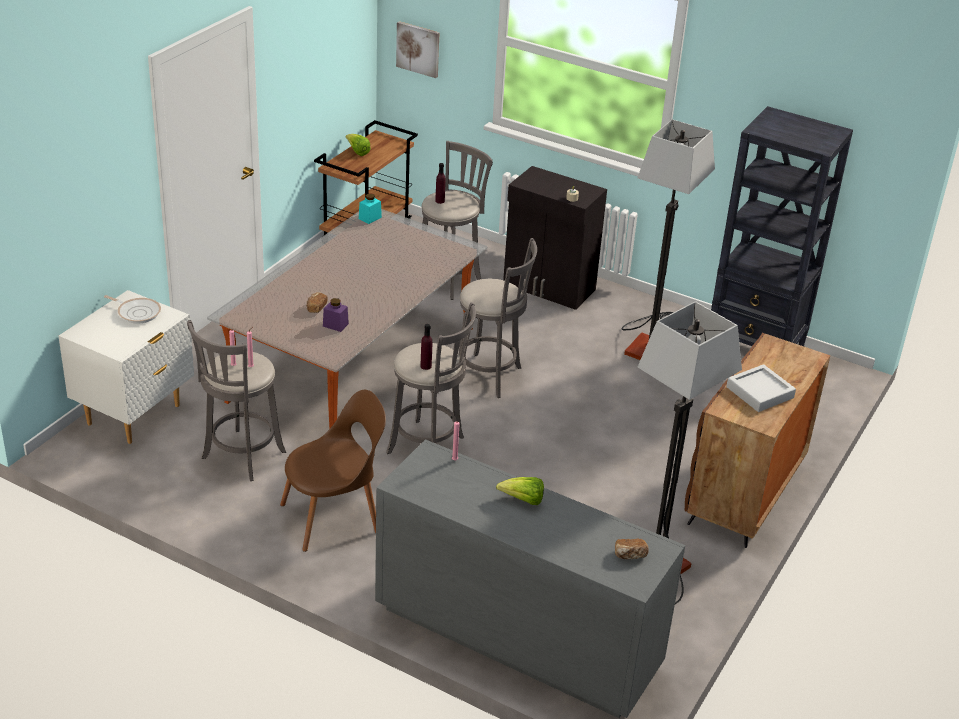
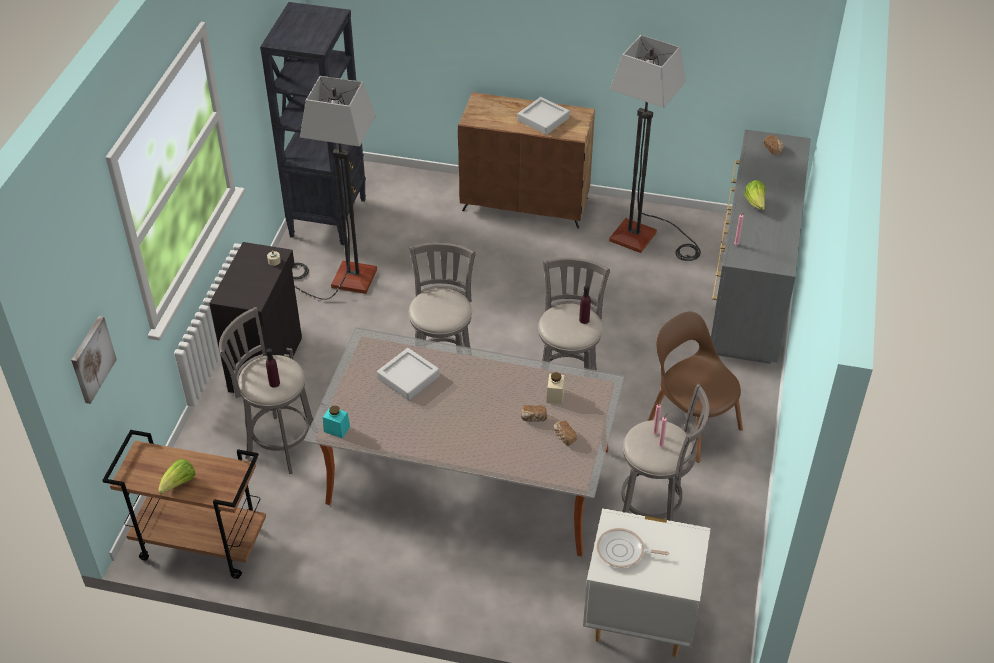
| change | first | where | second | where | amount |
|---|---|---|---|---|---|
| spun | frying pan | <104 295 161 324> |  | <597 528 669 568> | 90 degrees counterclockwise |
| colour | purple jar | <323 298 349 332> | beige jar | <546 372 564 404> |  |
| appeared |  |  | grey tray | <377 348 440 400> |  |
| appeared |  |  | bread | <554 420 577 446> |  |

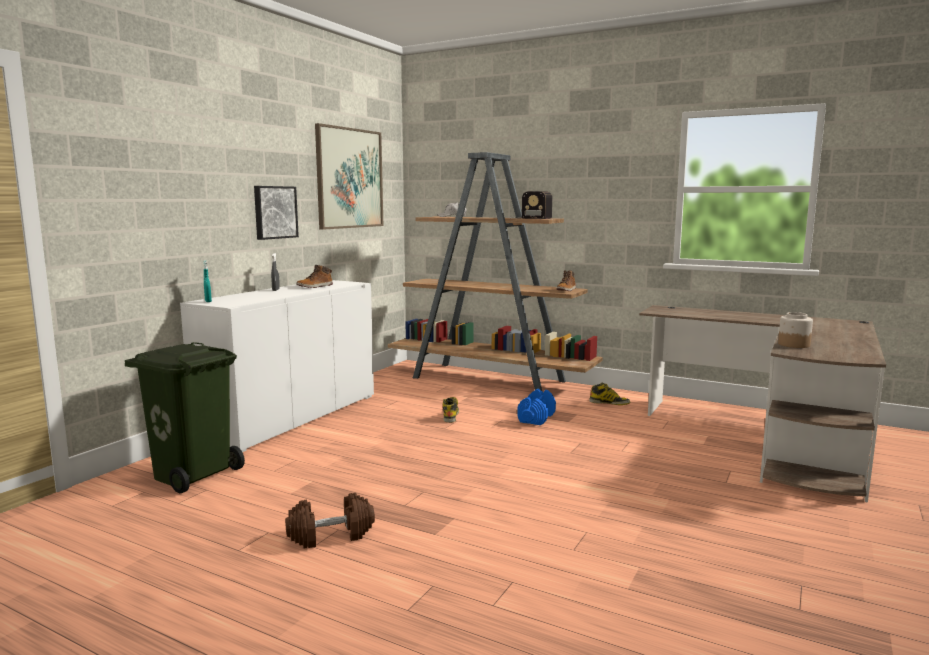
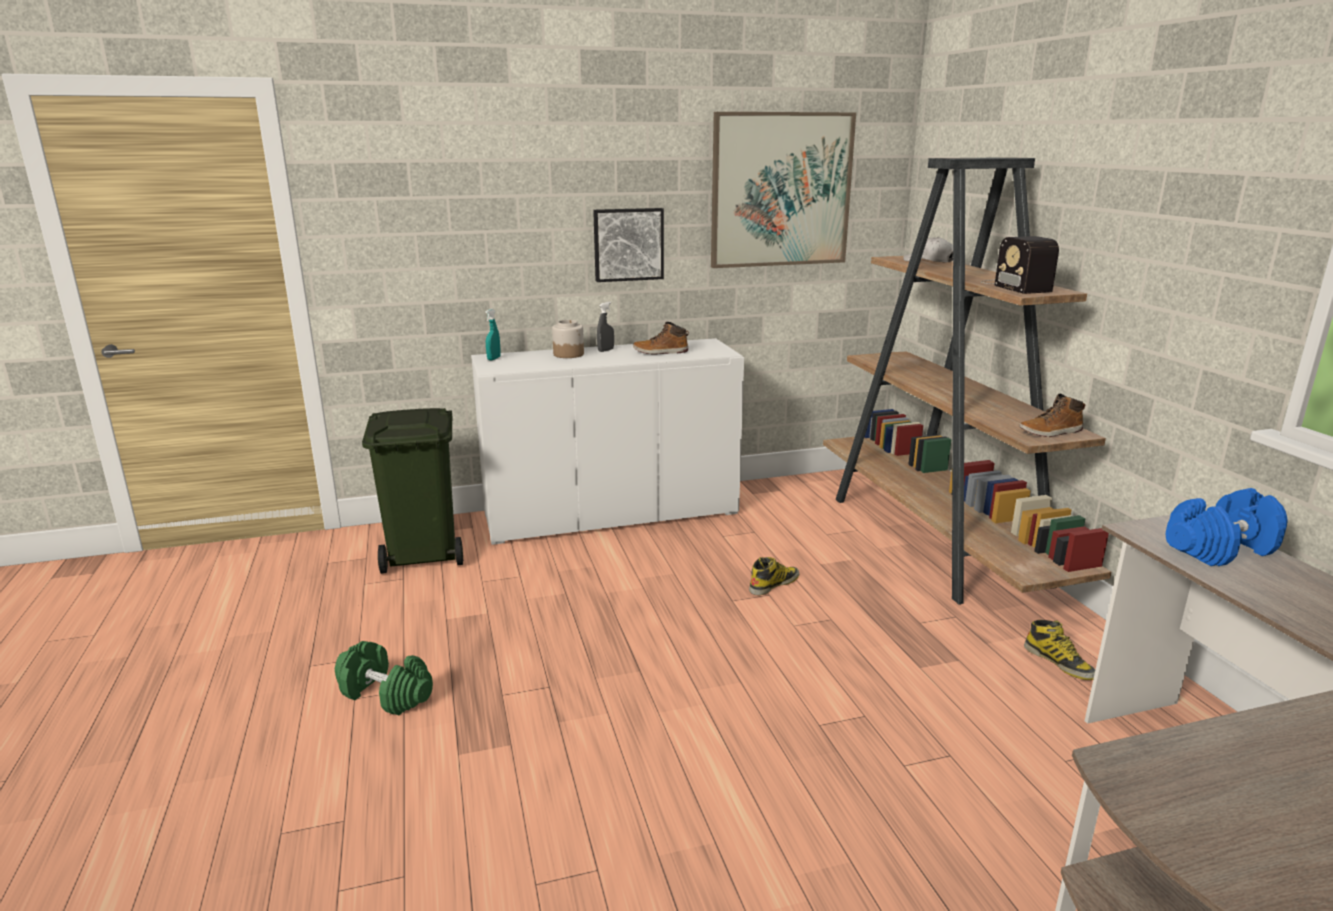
| change | first | where | second | where | amount |
|---|---|---|---|---|---|
| colour | brown dumbbell | <285 493 375 549> | green dumbbell | <335 641 433 715> |  |
| relocated | blue dumbbell | <517 389 556 425> |  | <1166 488 1288 566> |  |
| relocated | jar | <778 312 813 348> |  | <552 320 584 358> |  |

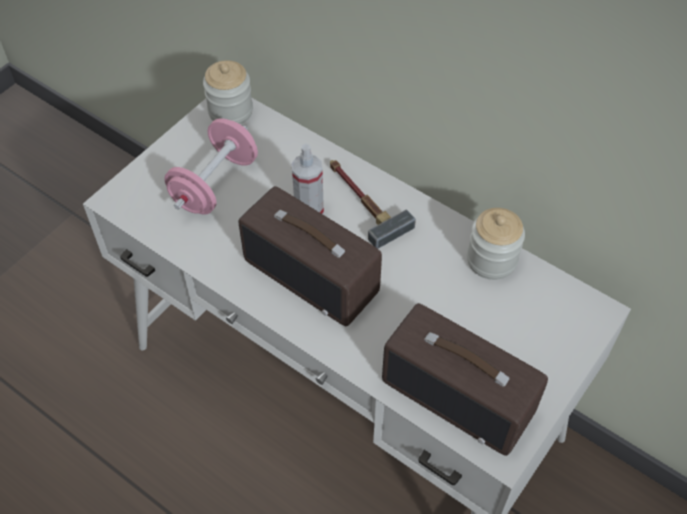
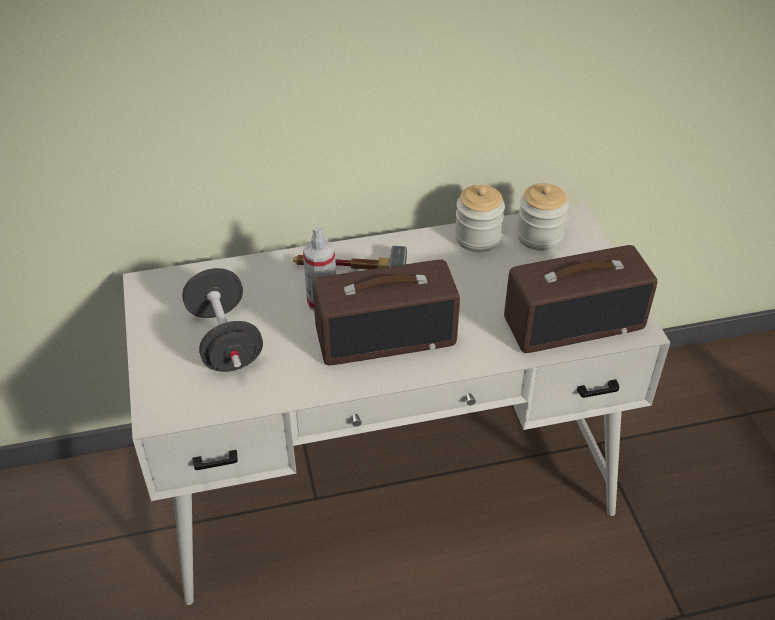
| change | first | where | second | where | amount |
|---|---|---|---|---|---|
| colour | pink dumbbell | <164 118 258 215> | black dumbbell | <182 268 263 372> |  |
| relocated | jar | <203 60 253 124> |  | <517 183 569 251> |  |

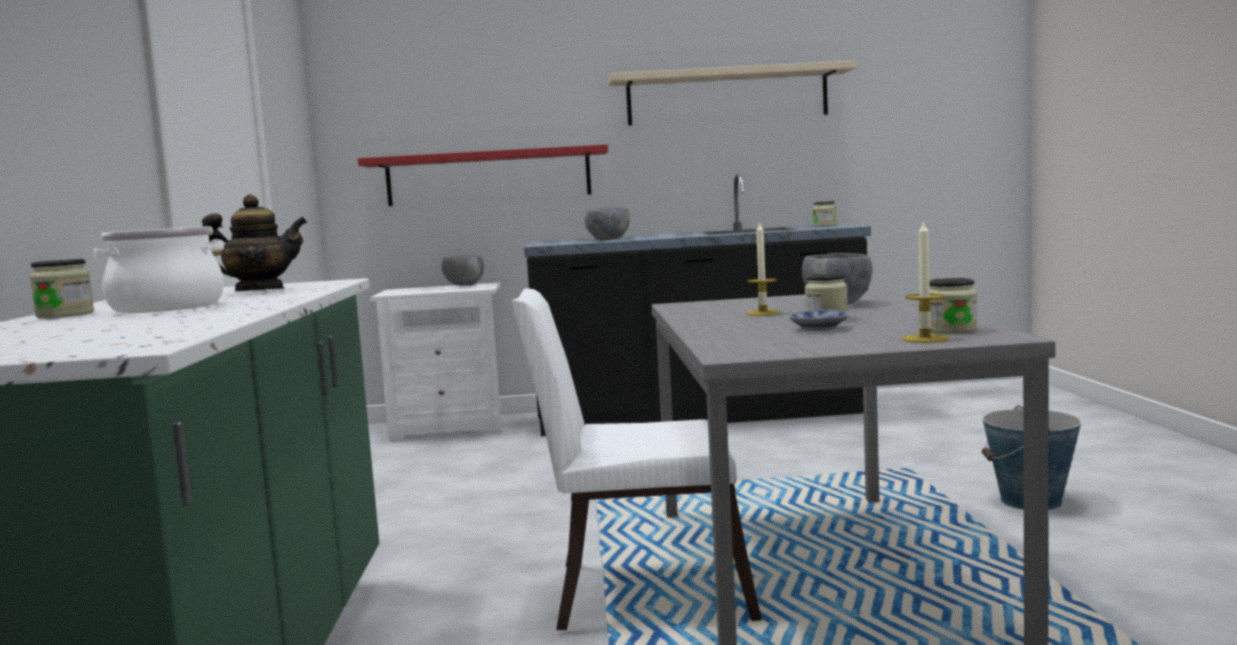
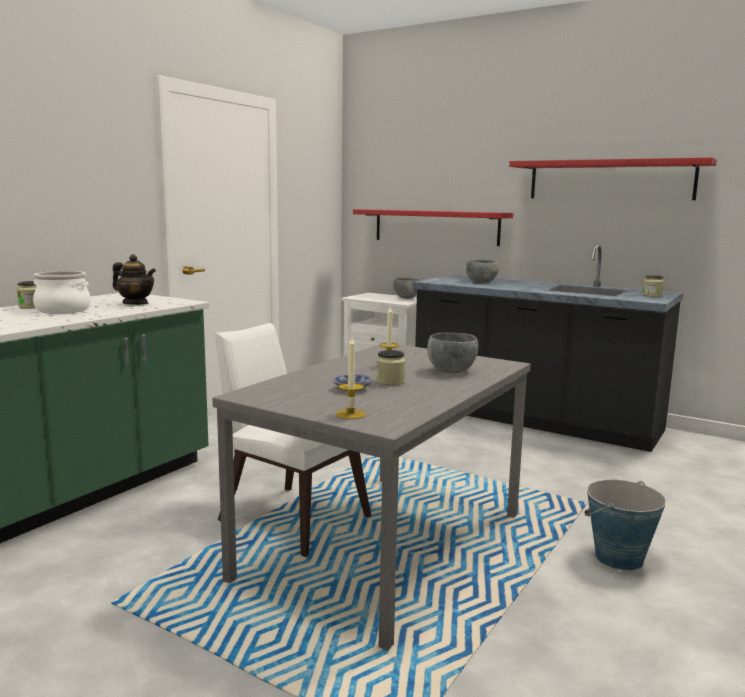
| change | first | where | second | where | amount |
|---|---|---|---|---|---|
| colour | beige shelf | <608 60 856 126> | red shelf | <509 157 717 200> |  |
| missing | jar | <929 278 977 334> |  |  |  |

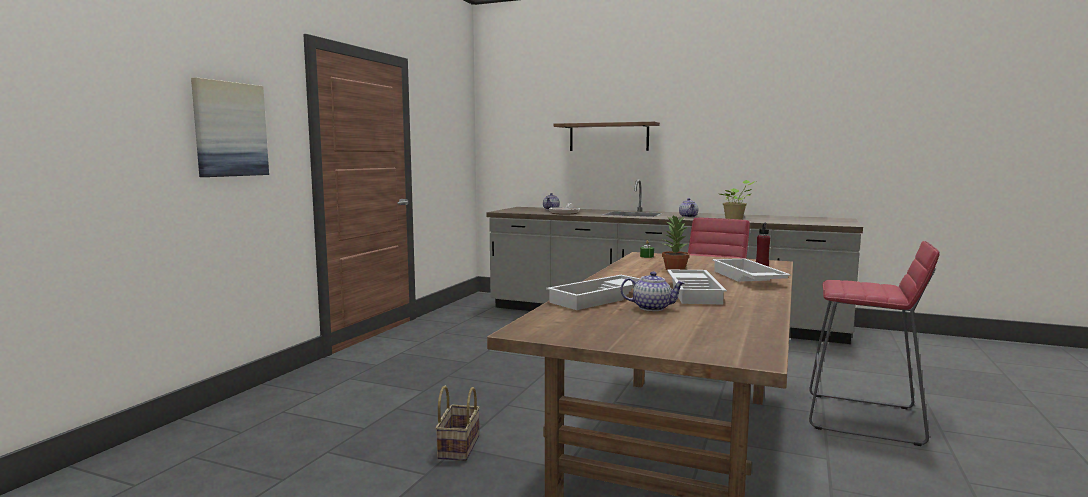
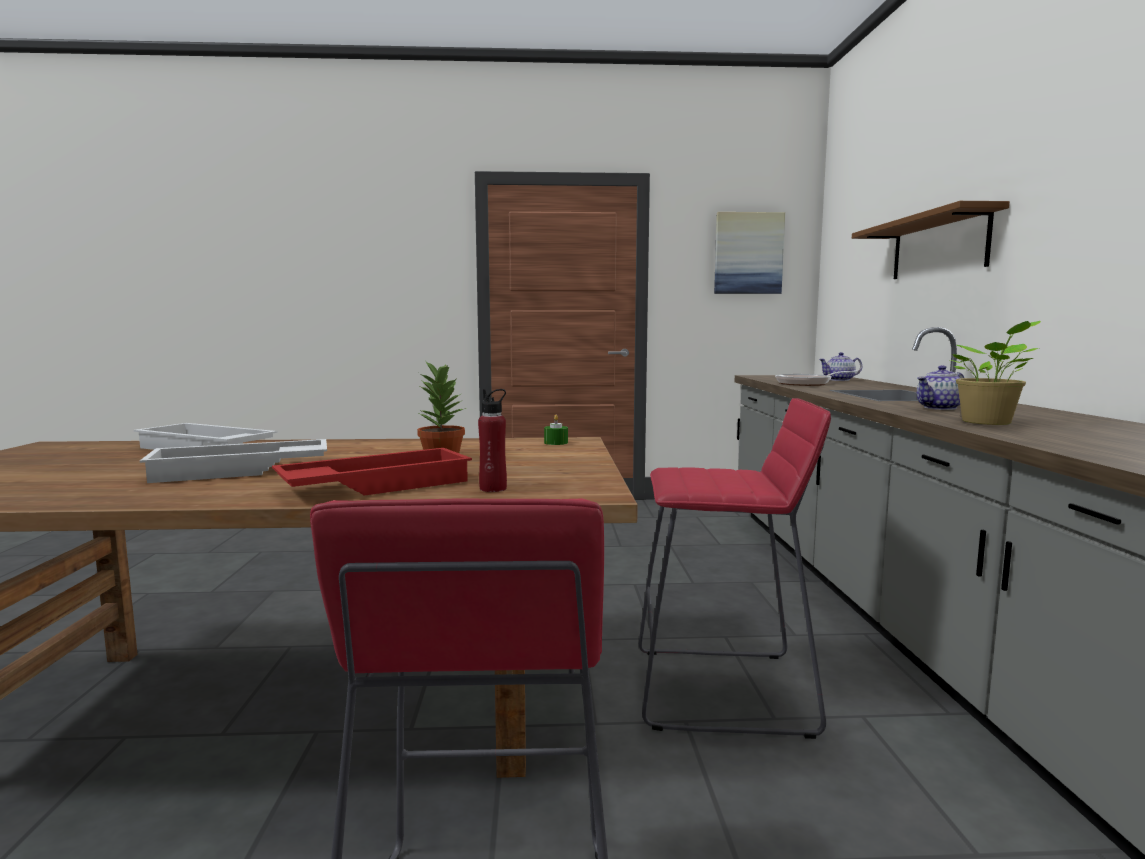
| change | first | where | second | where | amount |
|---|---|---|---|---|---|
| relocated | picture | <191 77 269 177> |  | <714 212 785 294> |  |
| missing | basket | <435 386 480 461> |  |  |  |
| missing | teapot | <620 272 685 311> |  |  |  |
| colour | white tray | <712 259 791 282> | red tray | <272 448 472 496> |  |

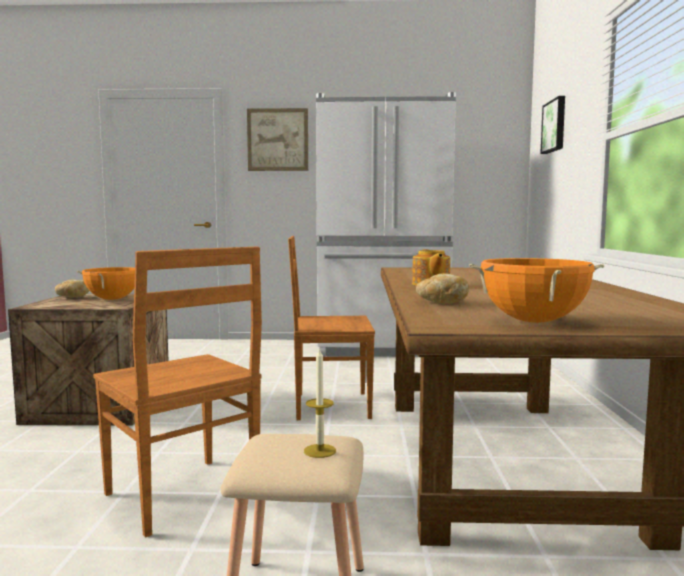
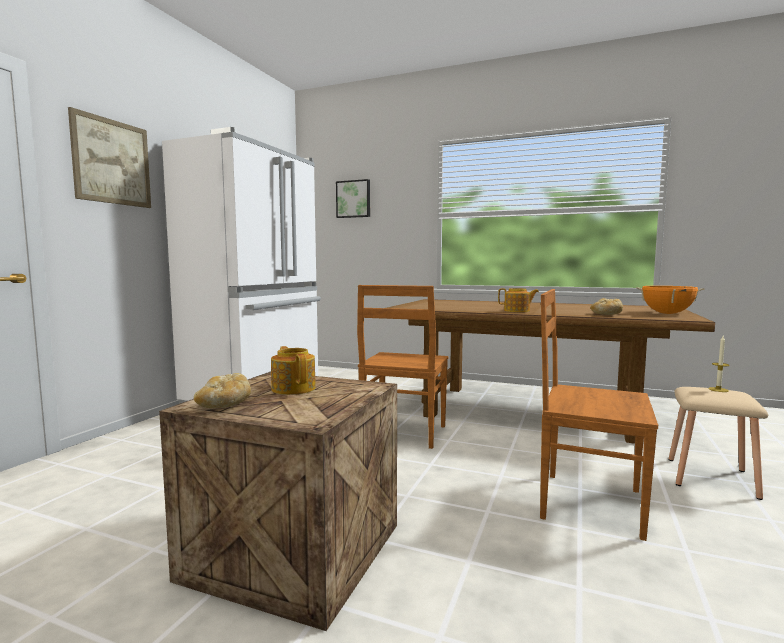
| change | first | where | second | where | amount |
|---|---|---|---|---|---|
| exchanged | orange cooking pot | <77 267 135 300> | teapot | <271 346 316 395> |  |
| spun | brown chair | <93 247 262 537> |  | <540 289 658 541> | 135 degrees counterclockwise |

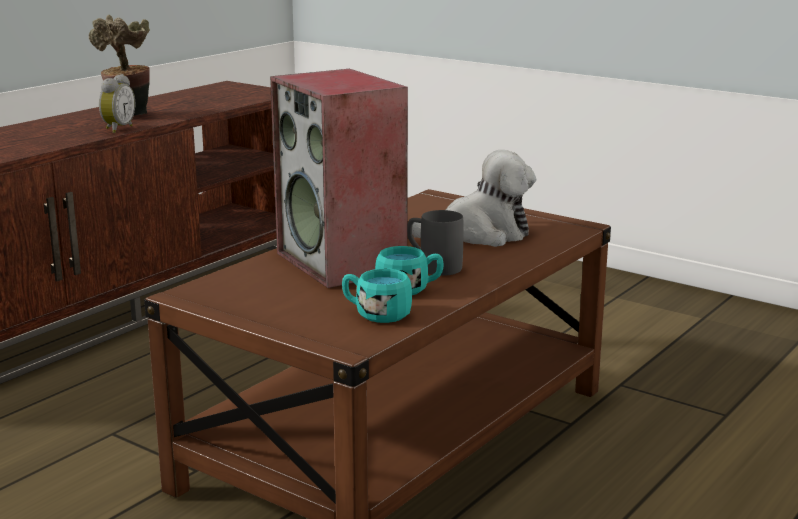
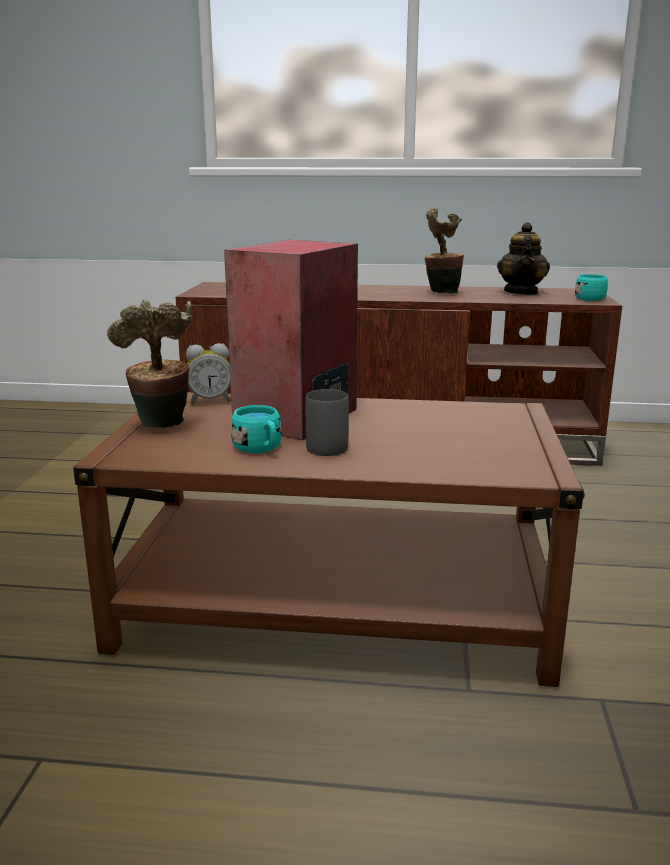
| change | first | where | second | where | amount |
|---|---|---|---|---|---|
| relocated | alarm clock | <99 74 135 133> |  | <186 343 231 404> |  |
| relocated | turquoise mug | <342 269 412 323> |  | <575 274 608 301> |  |
| missing | plush toy | <412 150 536 247> |  |  |  |
| appeared |  |  | potted plant | <107 299 193 428> |  |
| appeared |  |  | teapot | <497 222 550 295> |  |

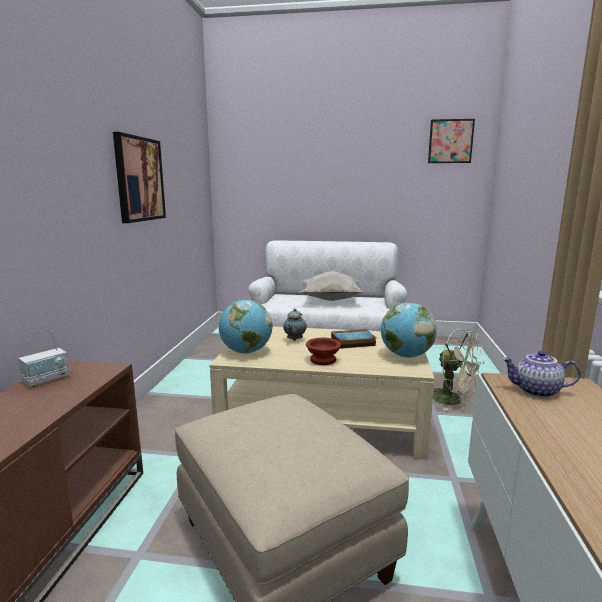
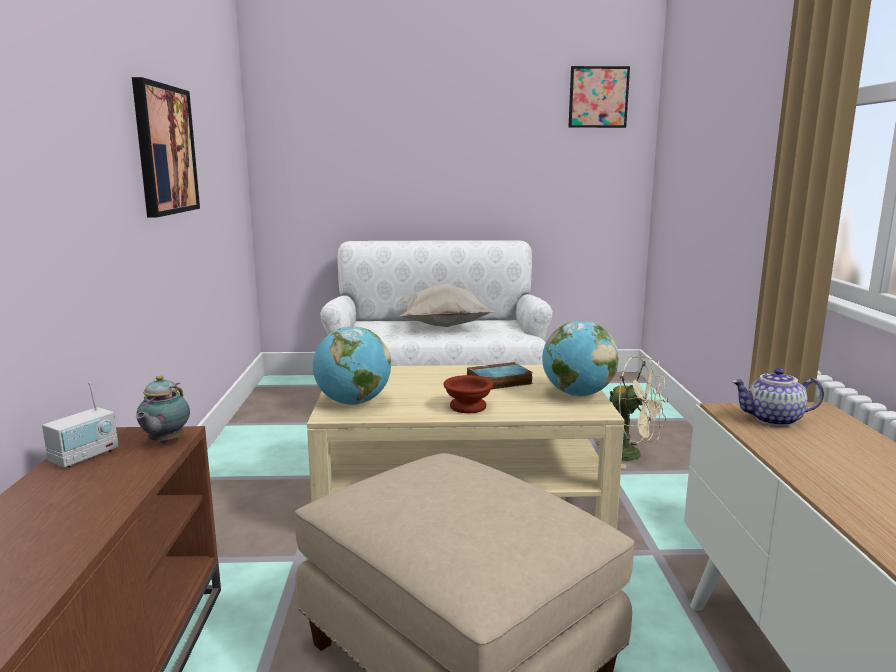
| change | first | where | second | where | amount |
|---|---|---|---|---|---|
| relocated | teapot | <283 308 307 341> |  | <136 375 190 444> |  |

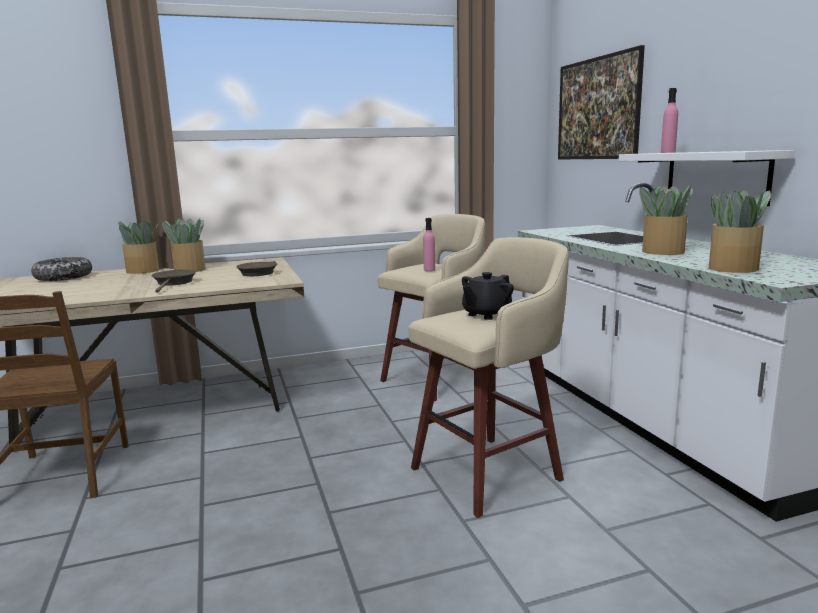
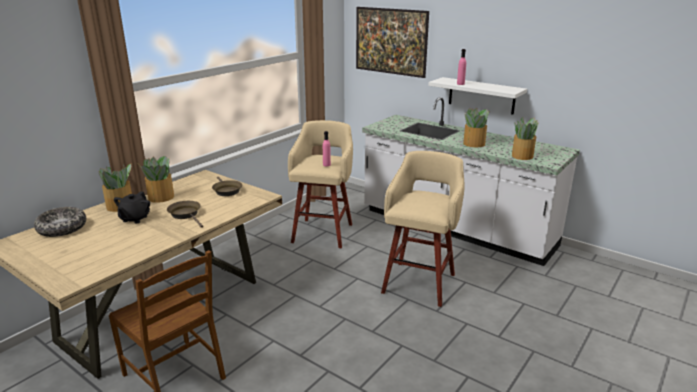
| change | first | where | second | where | amount |
|---|---|---|---|---|---|
| relocated | black teapot | <462 272 514 320> |  | <114 191 150 223> |  |

